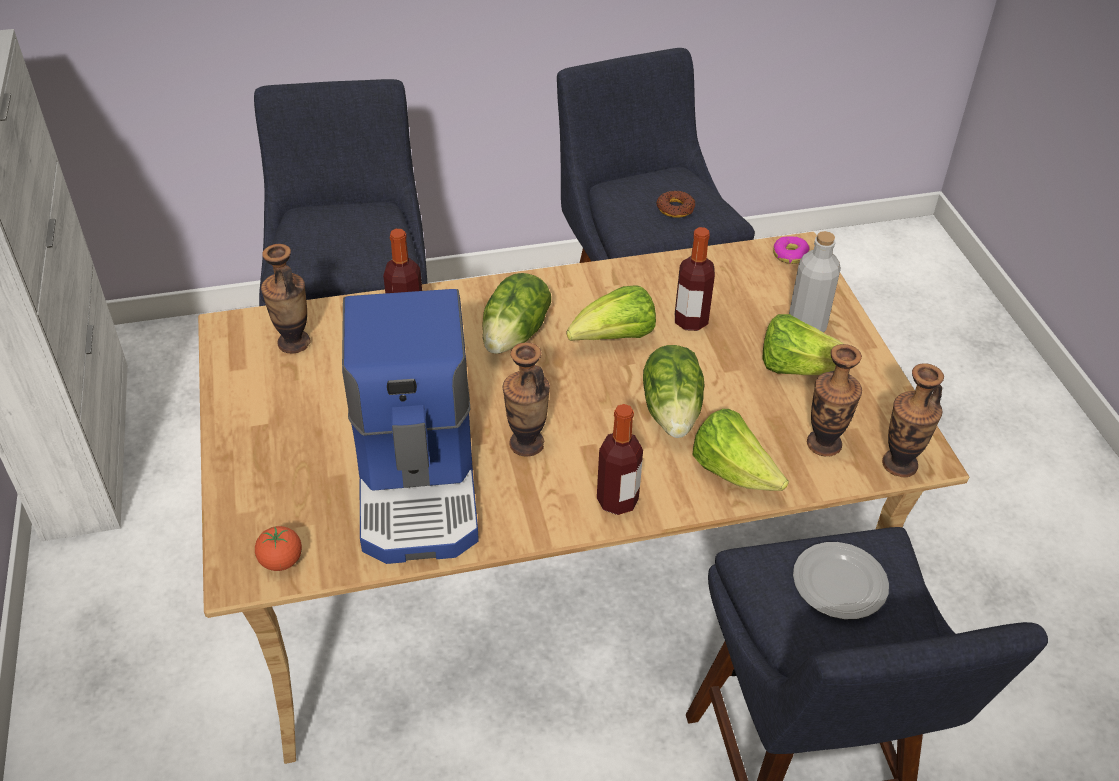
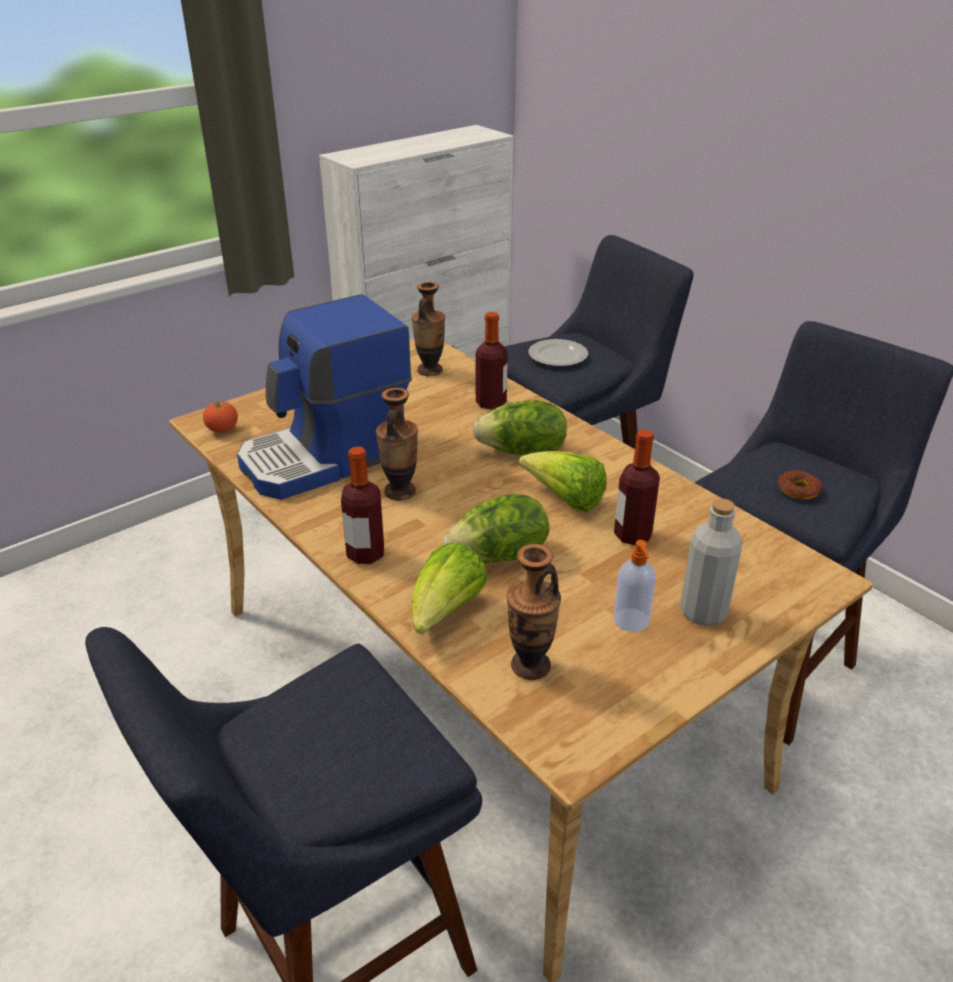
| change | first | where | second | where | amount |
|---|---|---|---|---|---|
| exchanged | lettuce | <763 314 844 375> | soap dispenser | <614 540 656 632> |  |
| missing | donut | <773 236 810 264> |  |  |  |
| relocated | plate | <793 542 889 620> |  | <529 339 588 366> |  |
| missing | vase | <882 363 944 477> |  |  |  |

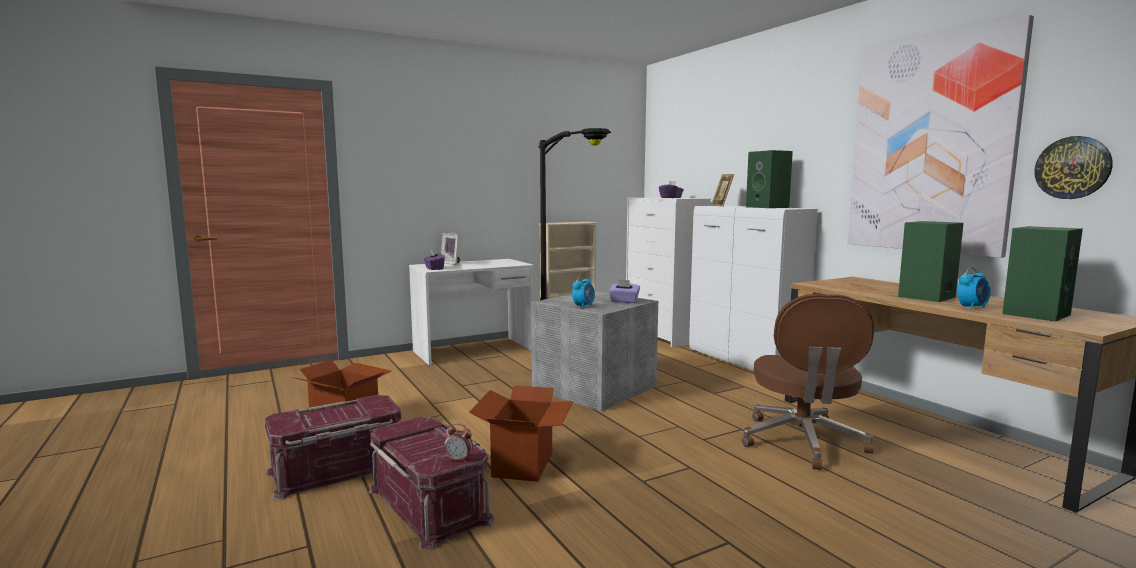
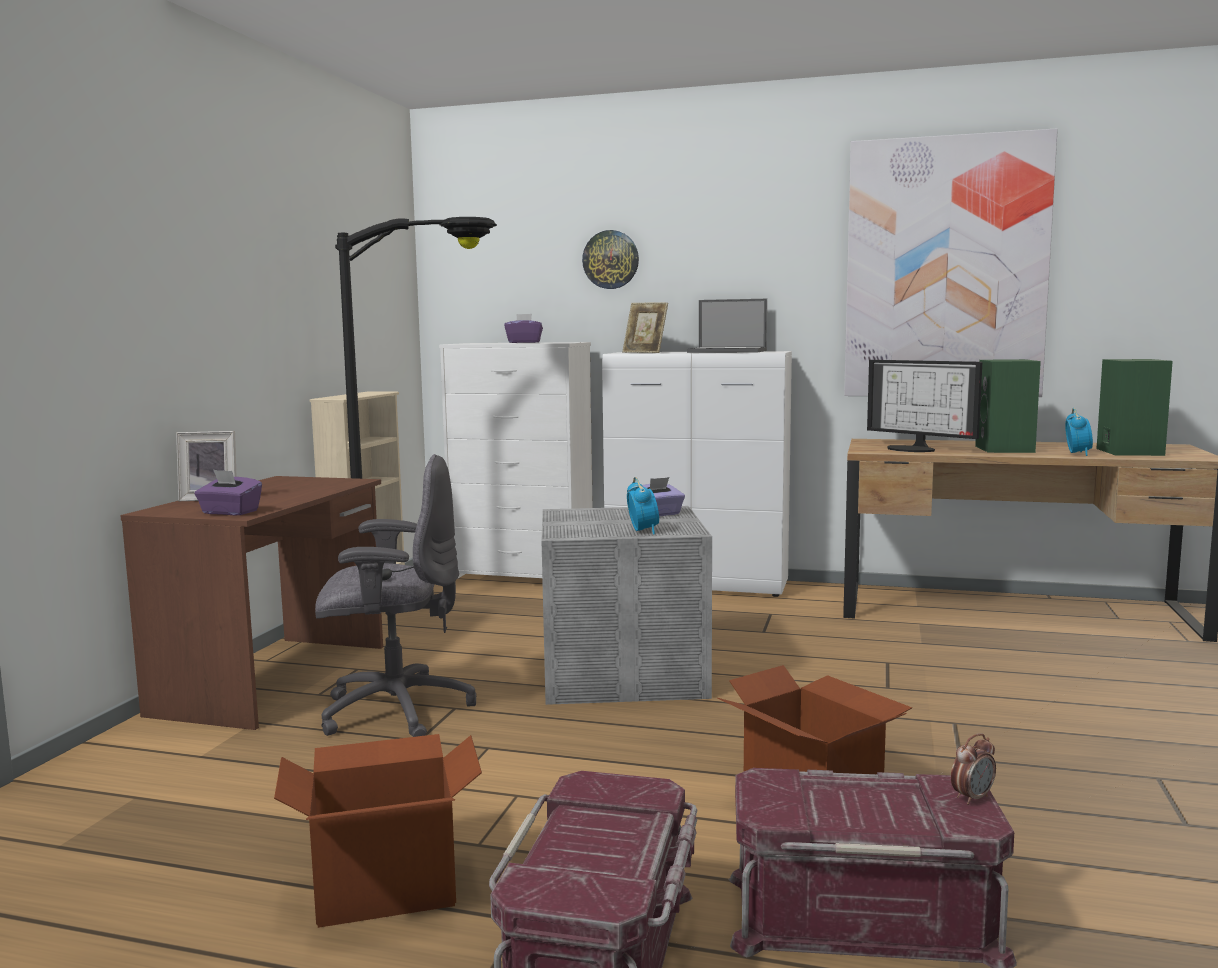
| change | first | where | second | where | amount |
|---|---|---|---|---|---|
| colour | white desk | <409 259 534 365> | brown desk | <120 476 383 730> |  |
| missing | brown office chair | <742 294 874 470> |  |  |  |
| exchanged | green speaker | <746 150 793 208> | laptop | <687 299 767 353> |  |
| relocated | wall clock | <1034 136 1113 199> |  | <582 230 639 289> |  |
| appeared |  |  | grey office chair | <315 454 476 737> |  |
| appeared |  |  | monitor | <867 360 982 452> |  |

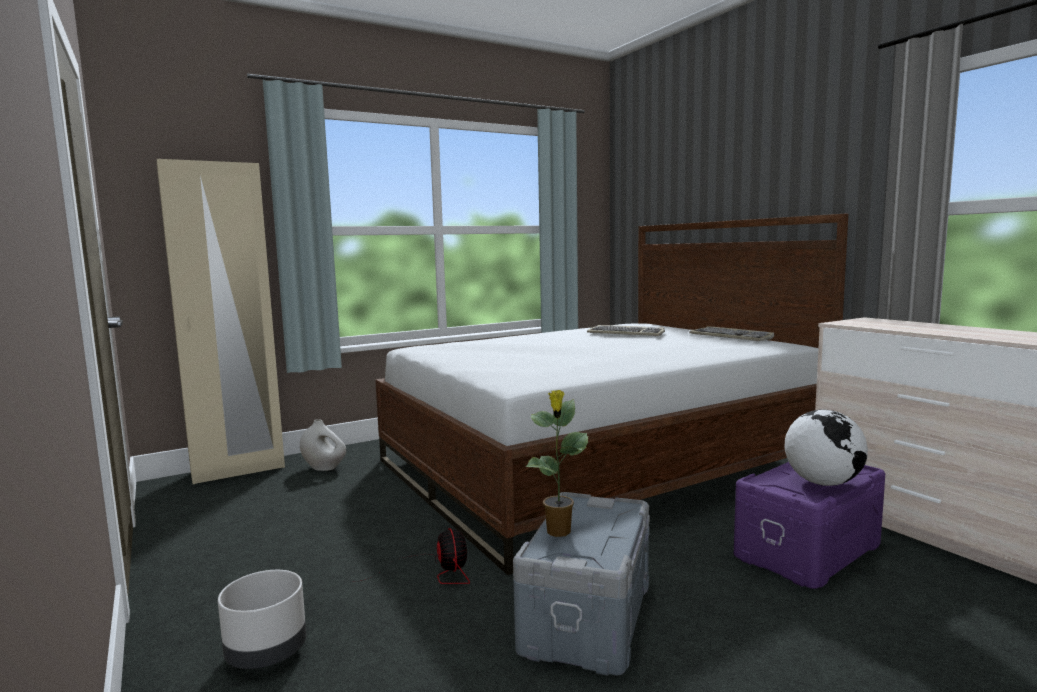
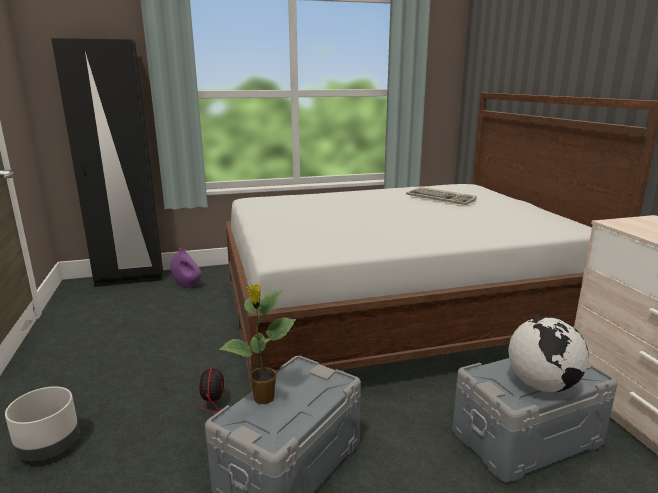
| change | first | where | second | where | amount |
|---|---|---|---|---|---|
| colour | beige wardrobe | <157 159 285 484> | black wardrobe | <51 38 163 287> |  |
| colour | white vase | <300 419 346 471> | purple vase | <170 248 202 288> |  |
| missing | keyboard | <689 326 774 341> |  |  |  |
| colour | purple storage box | <734 462 885 589> | grey storage box | <452 358 618 482> |  |

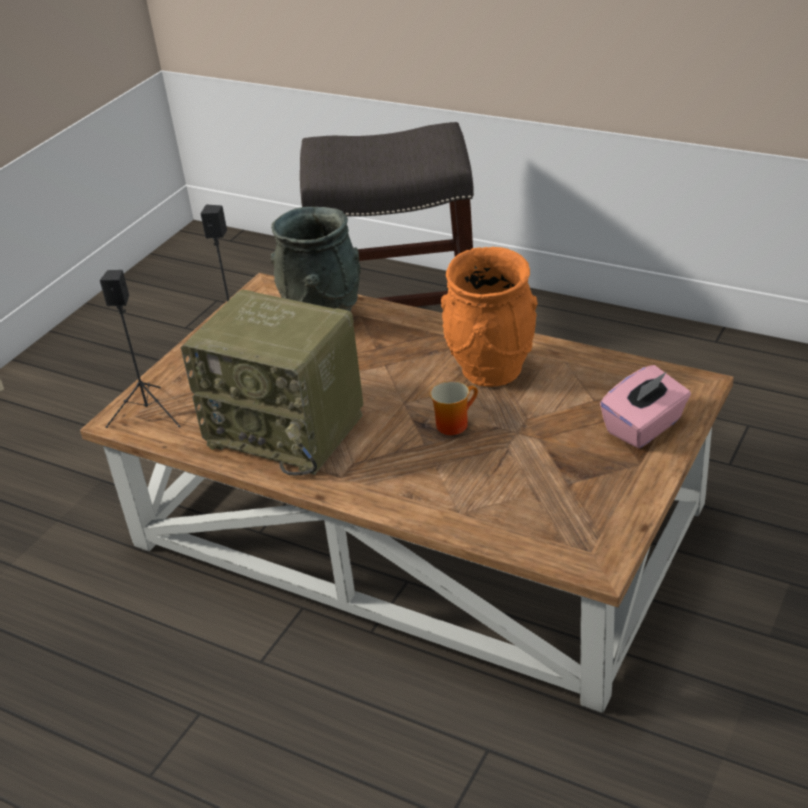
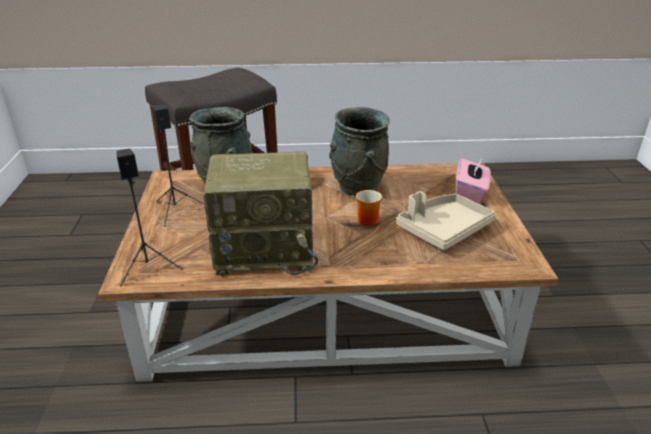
| change | first | where | second | where | amount |
|---|---|---|---|---|---|
| colour | orange vase | <441 247 538 387> | grey vase | <330 107 390 196> |  |
| appeared |  |  | beige tray | <396 191 496 250> |  |

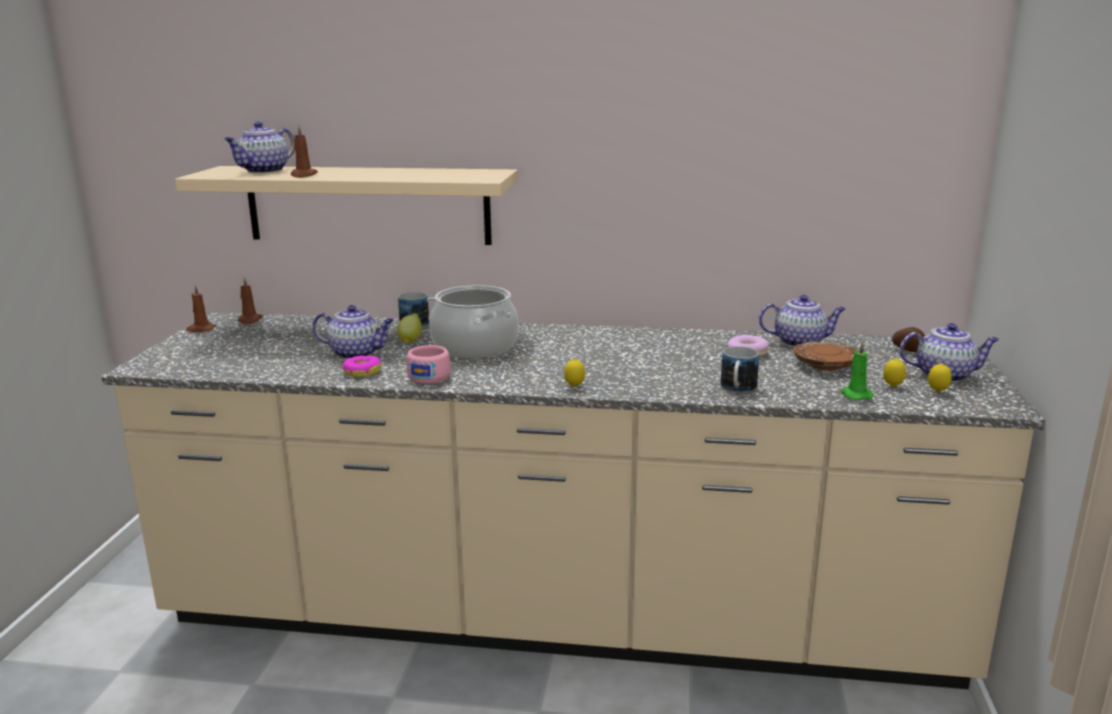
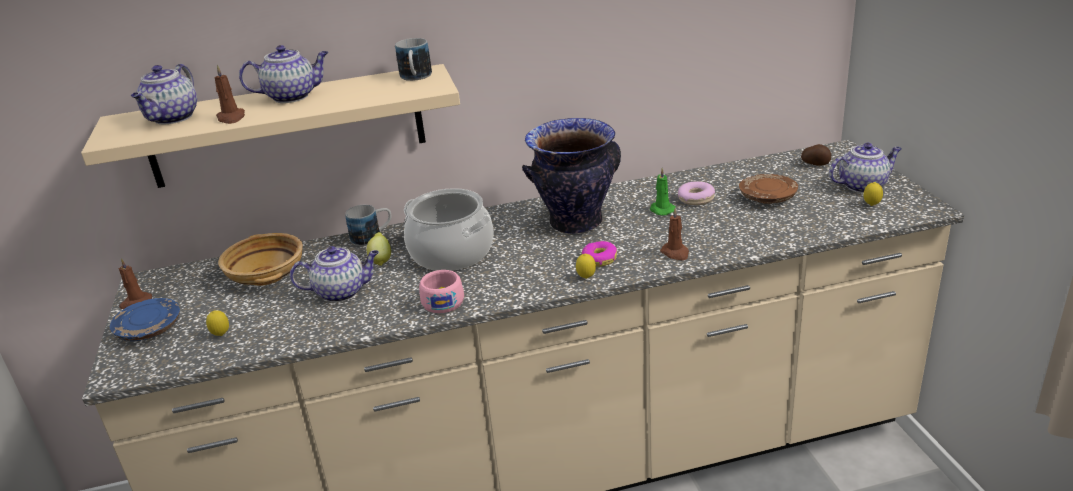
| change | first | where | second | where | amount |
|---|---|---|---|---|---|
| relocated | brown candle | <238 277 262 324> |  | <660 208 689 260> |  |
| relocated | donut | <343 355 381 377> |  | <582 241 617 267> |  |
| relocated | mug | <721 346 759 393> |  | <395 38 432 81> |  |
| relocated | teapot | <759 295 845 347> |  | <239 45 328 103> |  |
| relocated | green candle | <841 341 874 400> |  | <650 168 676 215> |  |
| relocated | lemon | <883 358 906 387> |  | <206 310 229 336> |  |
| appeared |  |  | blue plate | <110 298 180 341> |  |
| appeared |  |  | beige bowl | <218 233 303 286> |  |
| appeared |  |  | vase | <522 118 621 234> |  |

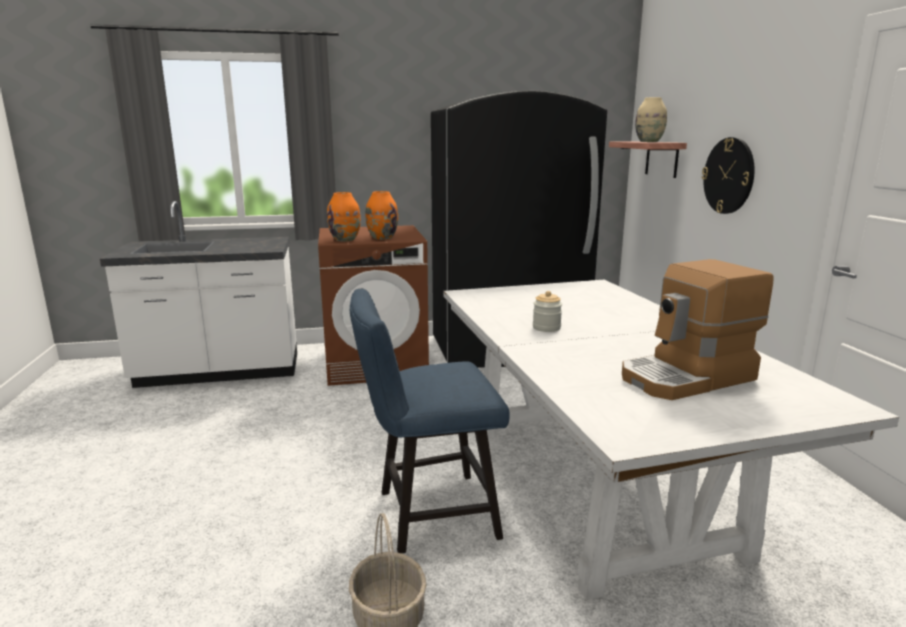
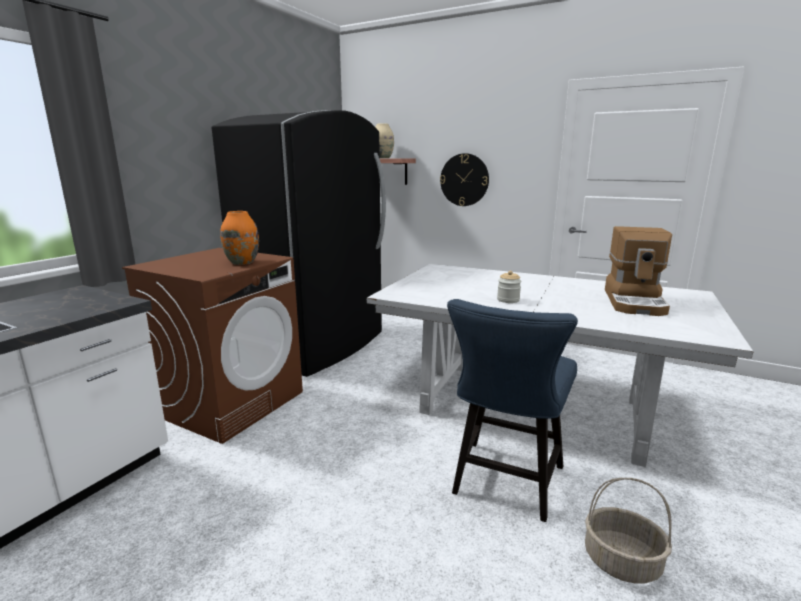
| change | first | where | second | where | amount |
|---|---|---|---|---|---|
| missing | orange vase | <327 192 361 241> |  |  |  |

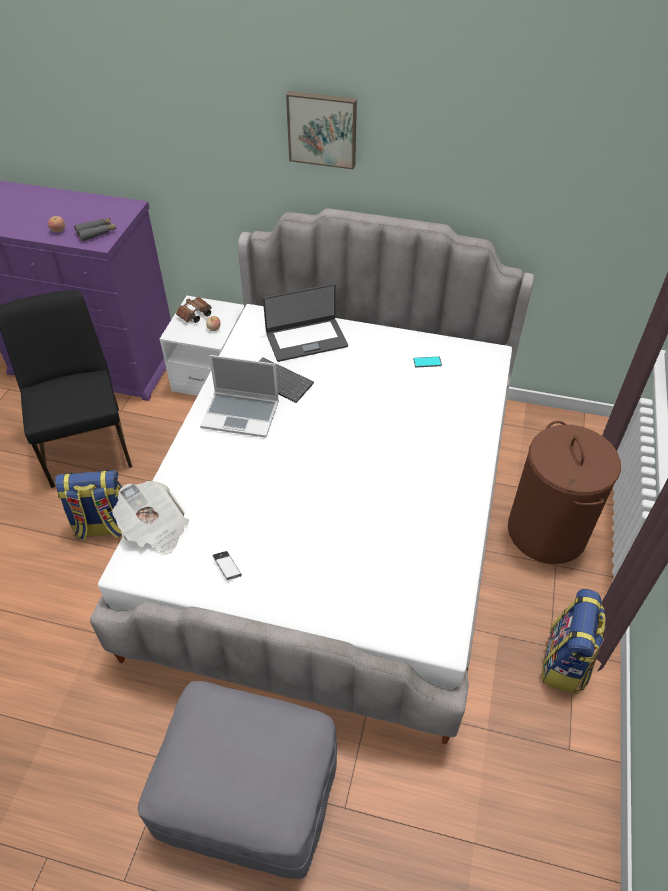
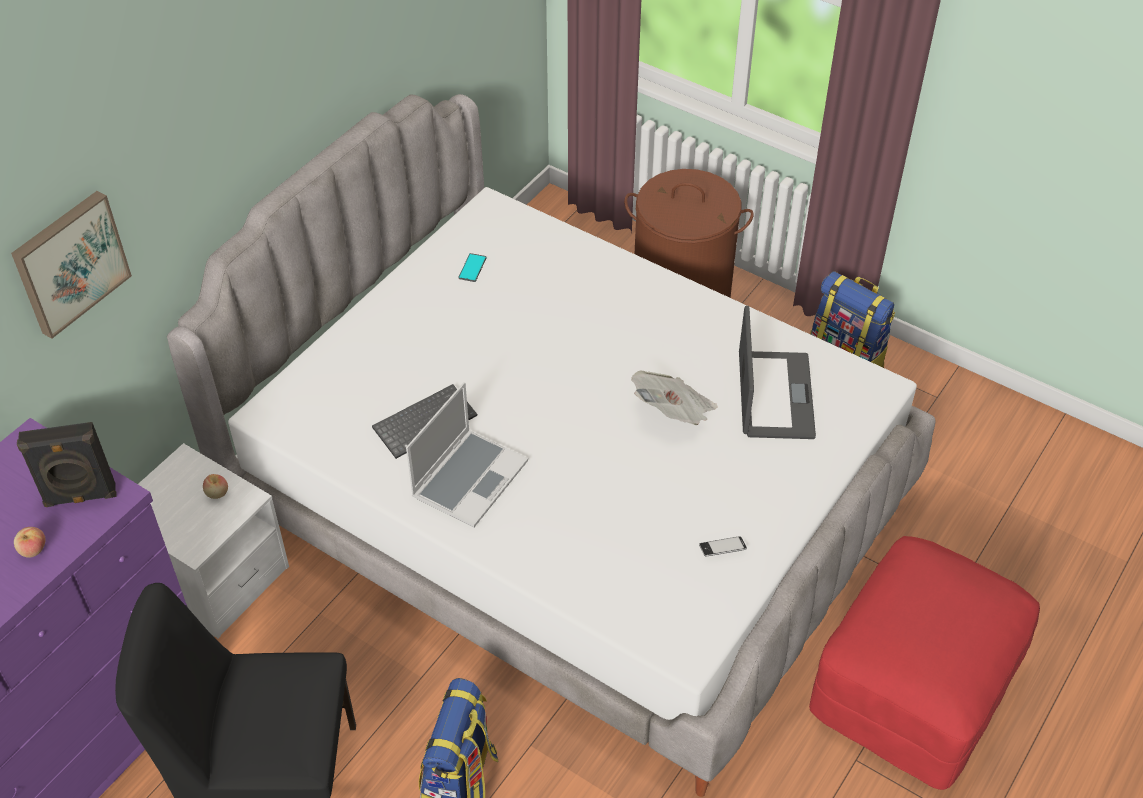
| change | first | where | second | where | amount |
|---|---|---|---|---|---|
| exchanged | grey binoculars | <74 218 116 242> | black speaker | <17 422 116 507> |  |
| relocated | newspaper | <112 481 189 554> |  | <631 371 718 425> |  |
| colour | grey ottoman | <138 681 337 879> | red ottoman | <809 536 1040 790> |  |
| missing | brown binoculars | <176 297 212 323> |  |  |  |
| relocated | laptop | <263 283 348 362> |  | <739 306 816 439> |  |
| relocated | picture | <286 91 357 169> |  | <11 191 132 339> |  |

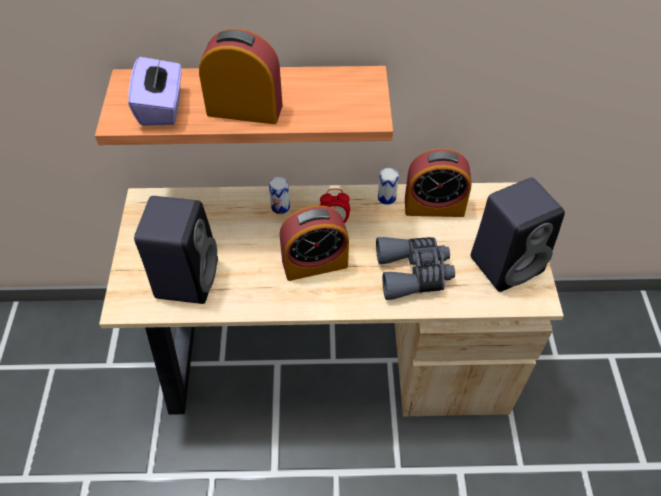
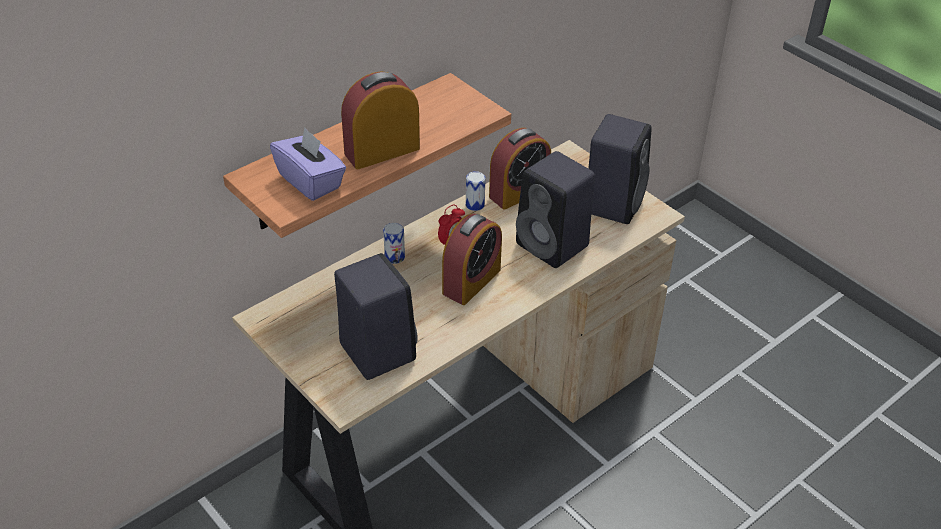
| change | first | where | second | where | amount |
|---|---|---|---|---|---|
| exchanged | grey binoculars | <376 237 455 300> | black speaker | <516 151 595 268> |  |

